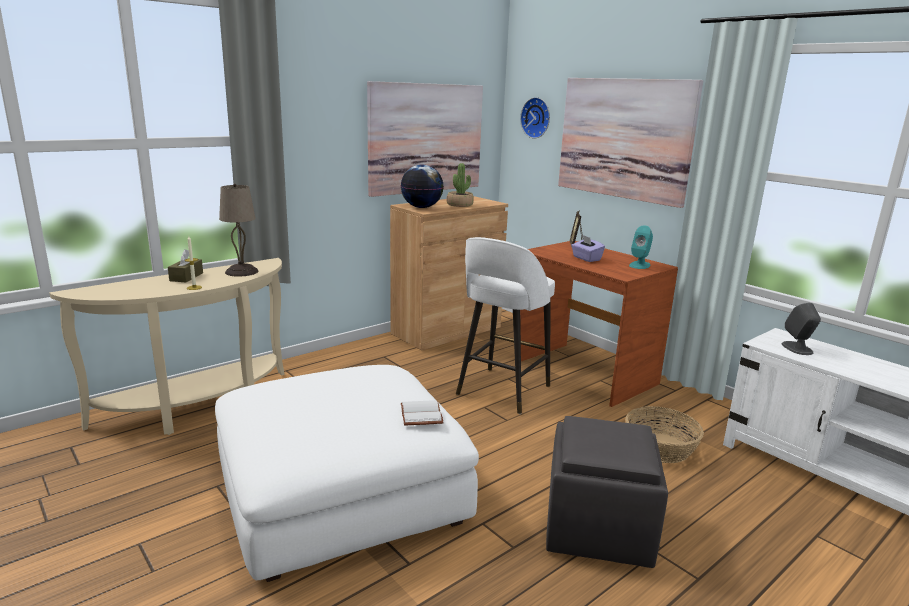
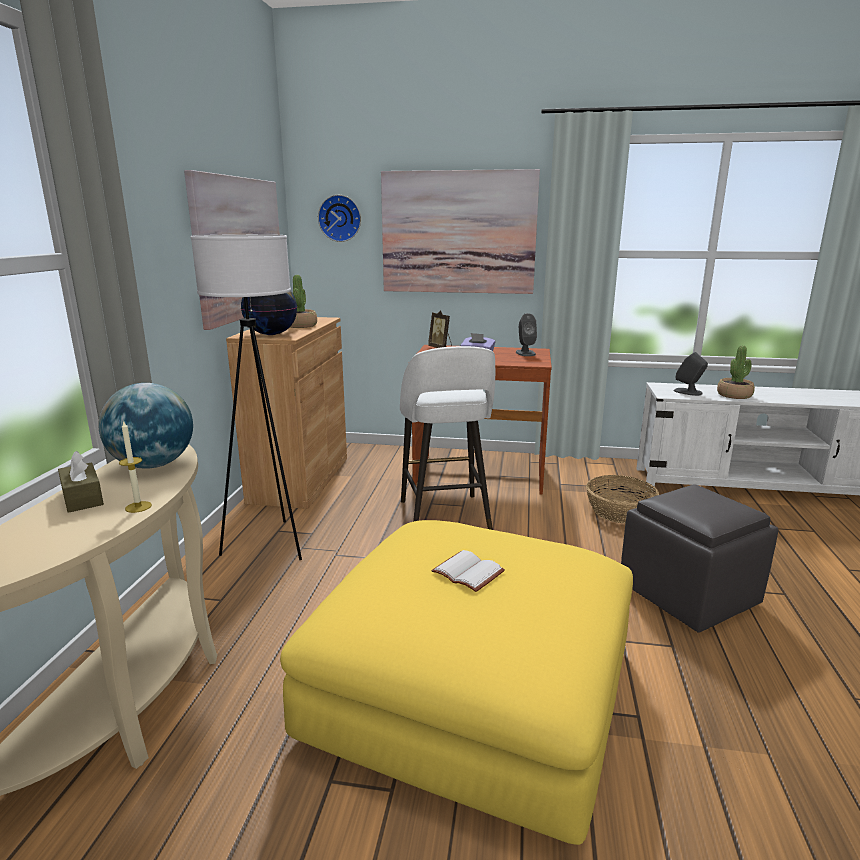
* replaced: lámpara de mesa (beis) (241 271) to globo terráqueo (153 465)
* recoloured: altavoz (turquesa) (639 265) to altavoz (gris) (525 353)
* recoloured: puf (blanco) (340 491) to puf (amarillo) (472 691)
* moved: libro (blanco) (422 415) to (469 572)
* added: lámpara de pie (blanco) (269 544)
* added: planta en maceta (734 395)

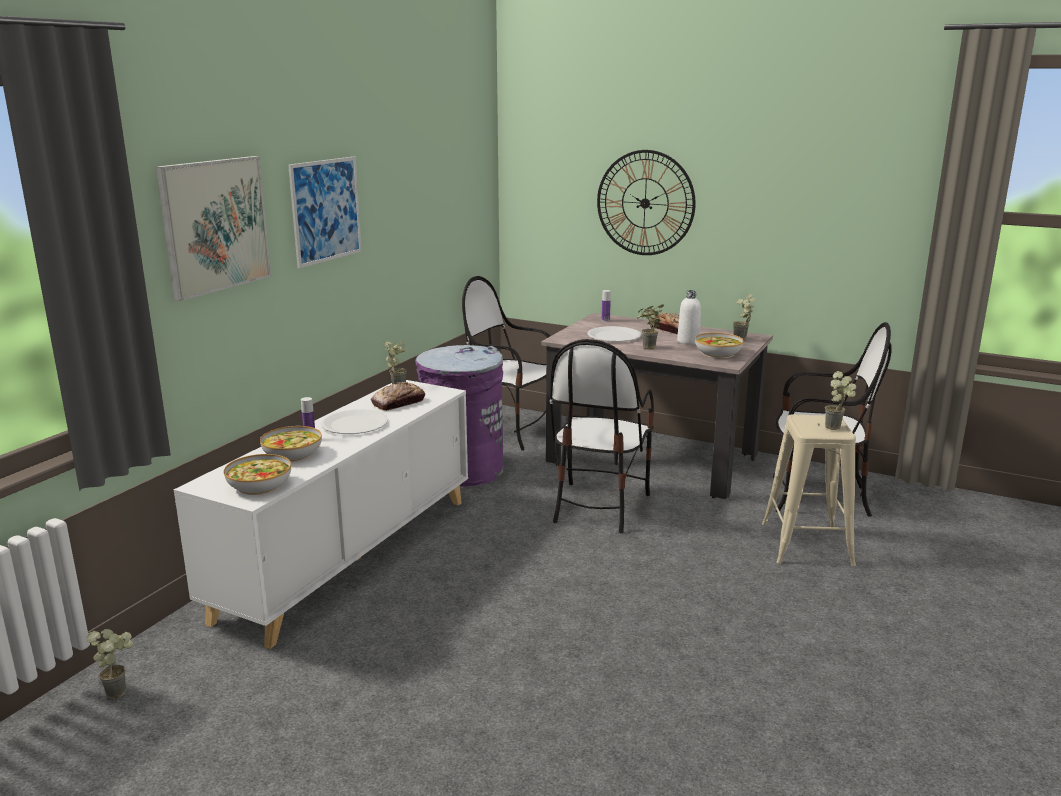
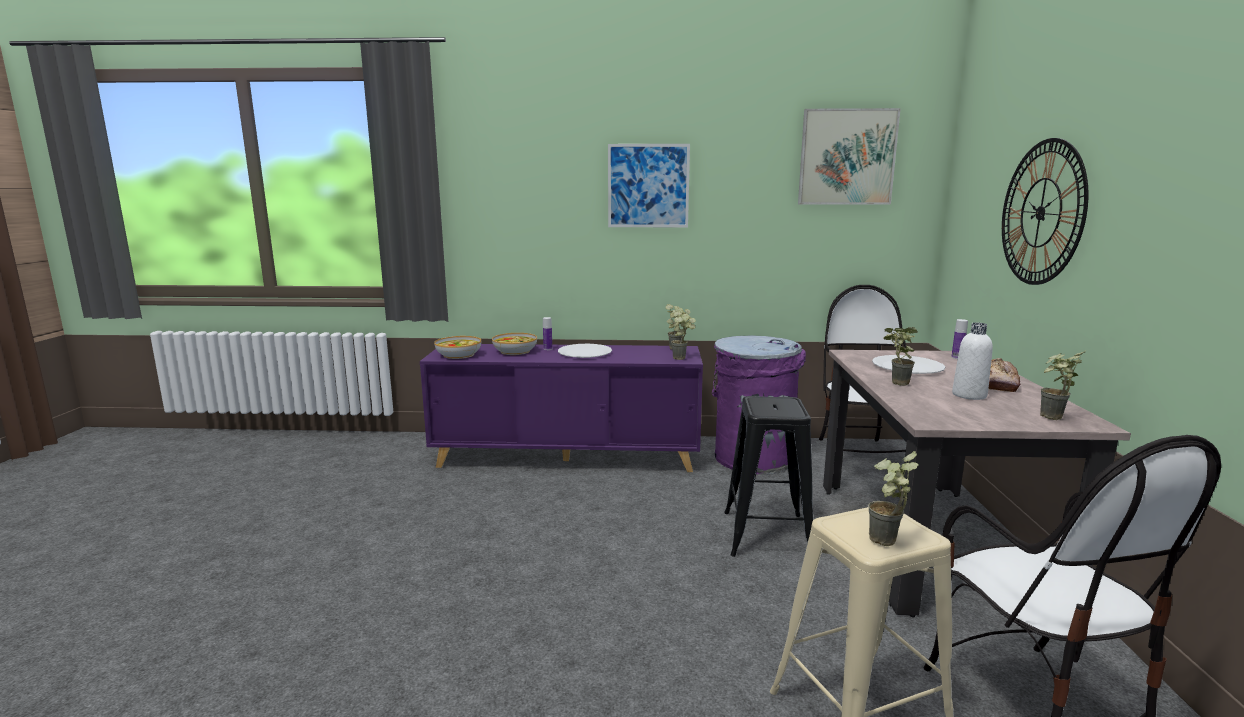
* moved: cuadro (215 225) to (847 157)
* removed: cuenco (717 353)
* replaced: silla (598 506) to taburete (negro) (767 534)
* recoloured: armario (blanco) (349 556) to armario (morado) (568 457)
* removed: pan (398 403)
* moved: planta en maceta (120 690) to (683 358)

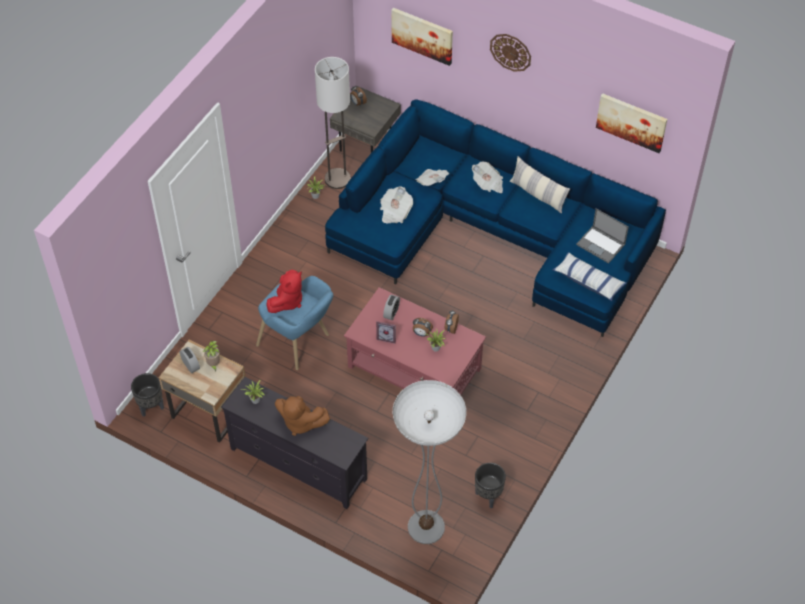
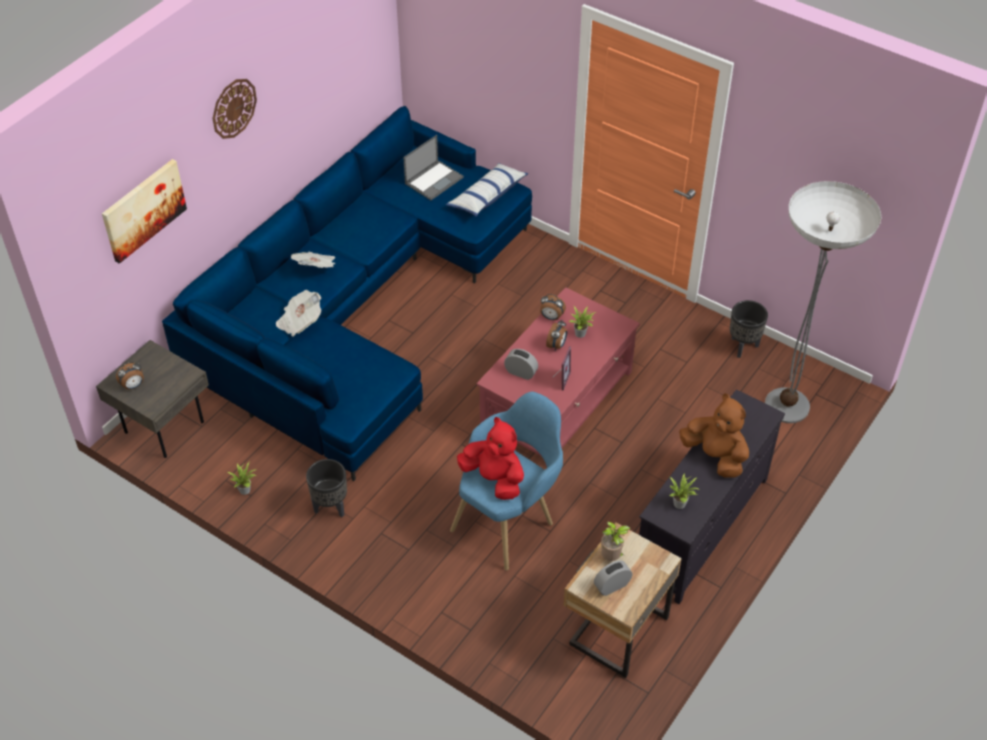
* removed: lámpara de pie (337 179)
* removed: cuadro (631 122)
* removed: cojín (538 194)
* removed: periódico (395 212)
* moved: maceta (negro) (151 407) to (330 507)
* turned: peluche (marrón) (300 422) = (715 456) 75 degrees counterclockwise

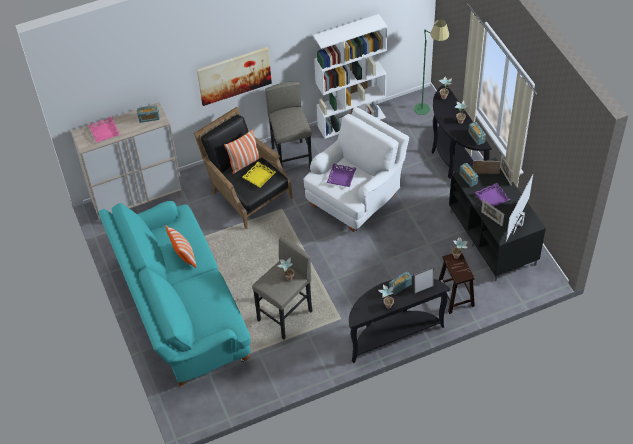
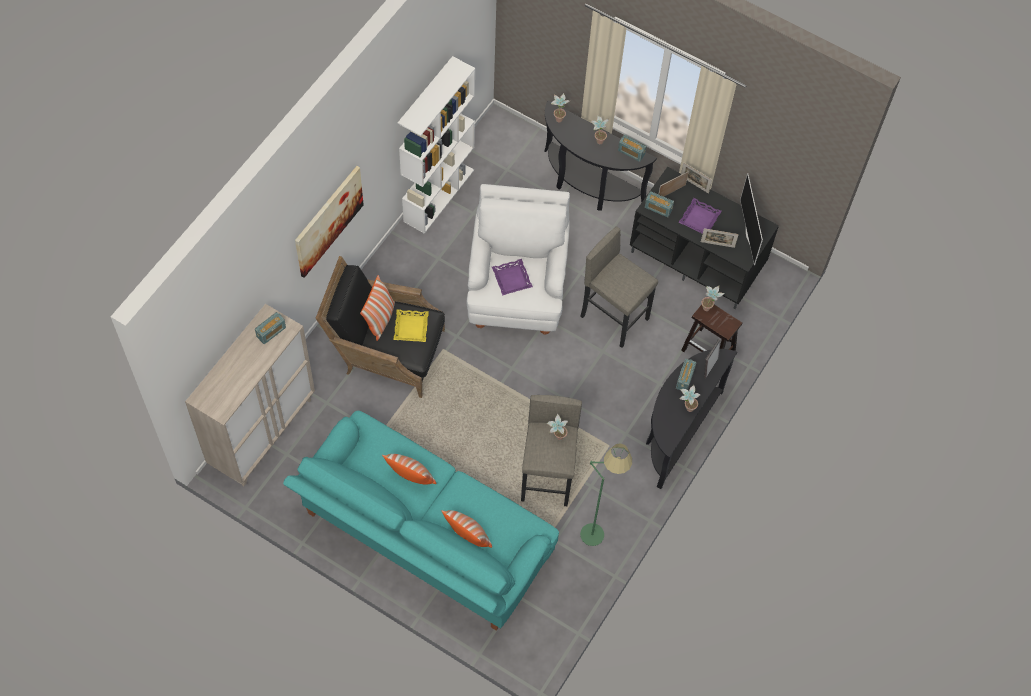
* moved: lámpara de pie (verde) (429 107) to (598 526)
* moved: taburete (gris) (292 158) to (614 317)
* removed: bandeja (rosa) (105 131)
* added: cojín (468 536)

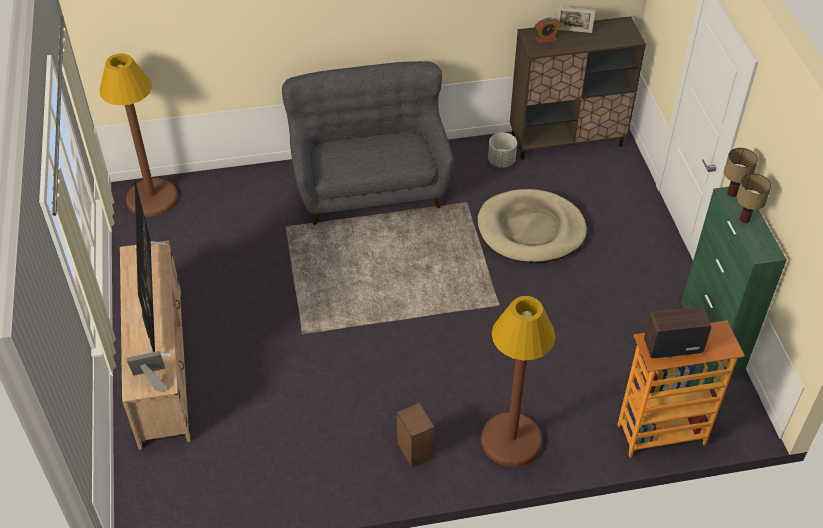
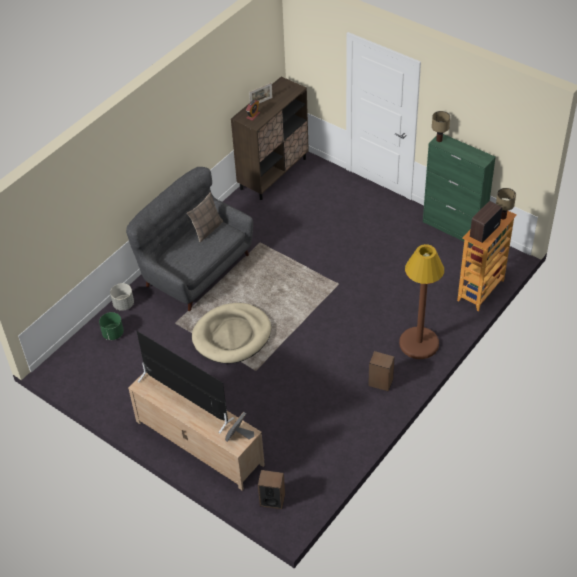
* removed: lámpara de pie (marrón) (152 198)
* moved: maceta (gris) (501 161) to (123 304)
* moved: lámpara de mesa (745 219) to (503 217)
* moved: cama para perro (beis) (531 230) to (232 335)
* added: cojín (207 229)
* added: maceta (verde) (113 333)
* added: altavoz (272 500)

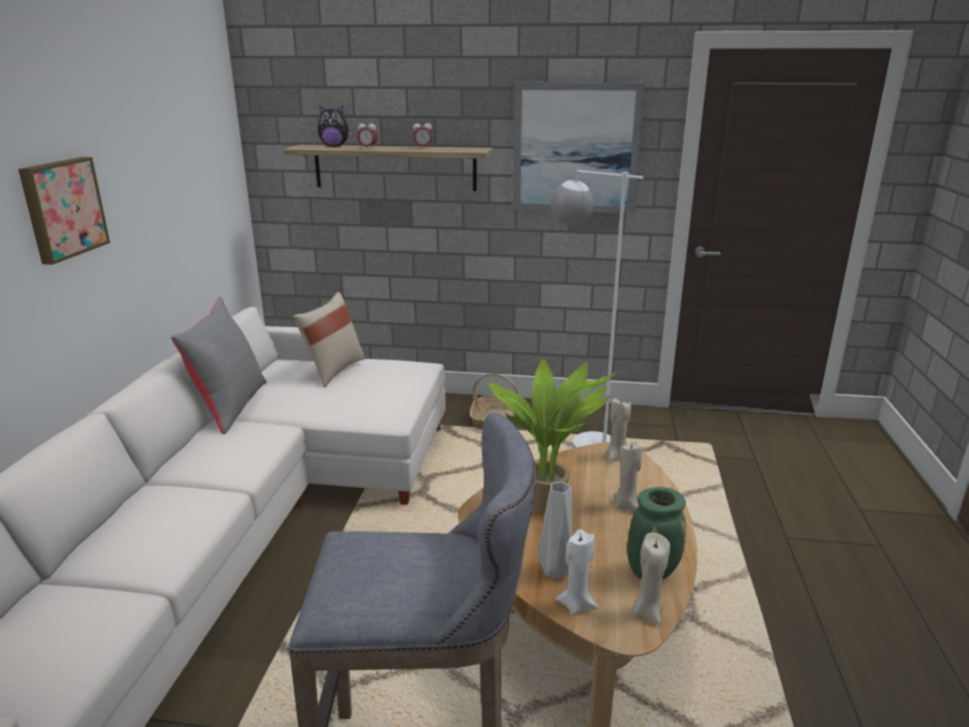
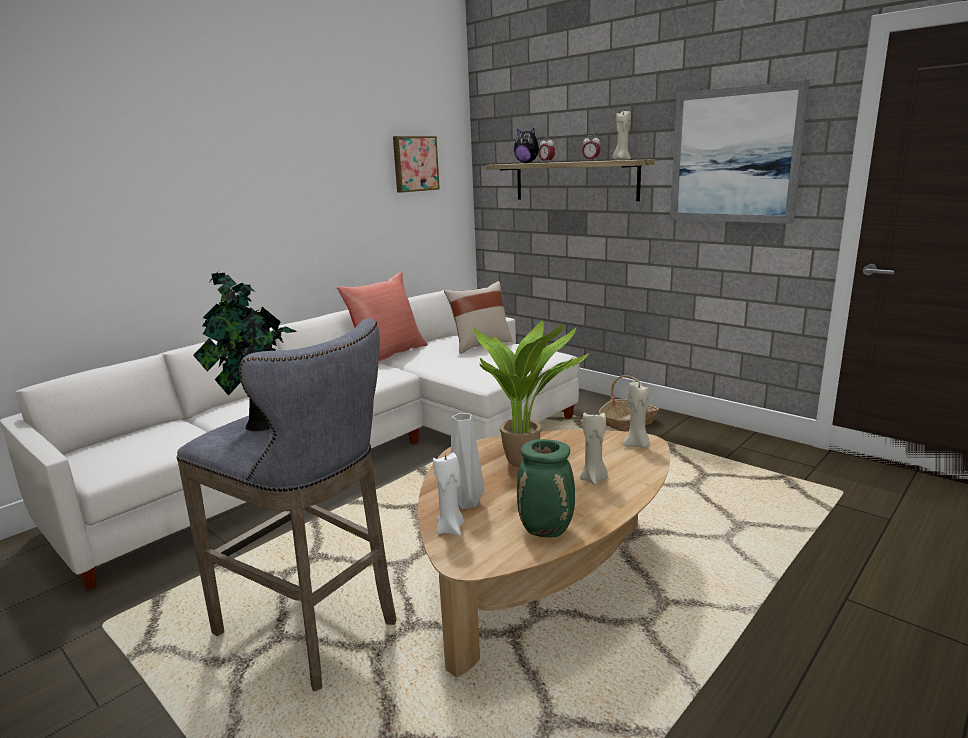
* moved: cuadro (62 208) to (414 164)
* removed: lámpara de pie (blanco) (580 441)
* recoloured: cojín (gris) (230 406) to cojín (rojo) (387 354)
* moved: vela (beis) (646 612) to (621 160)
* added: planta en maceta (258 425)

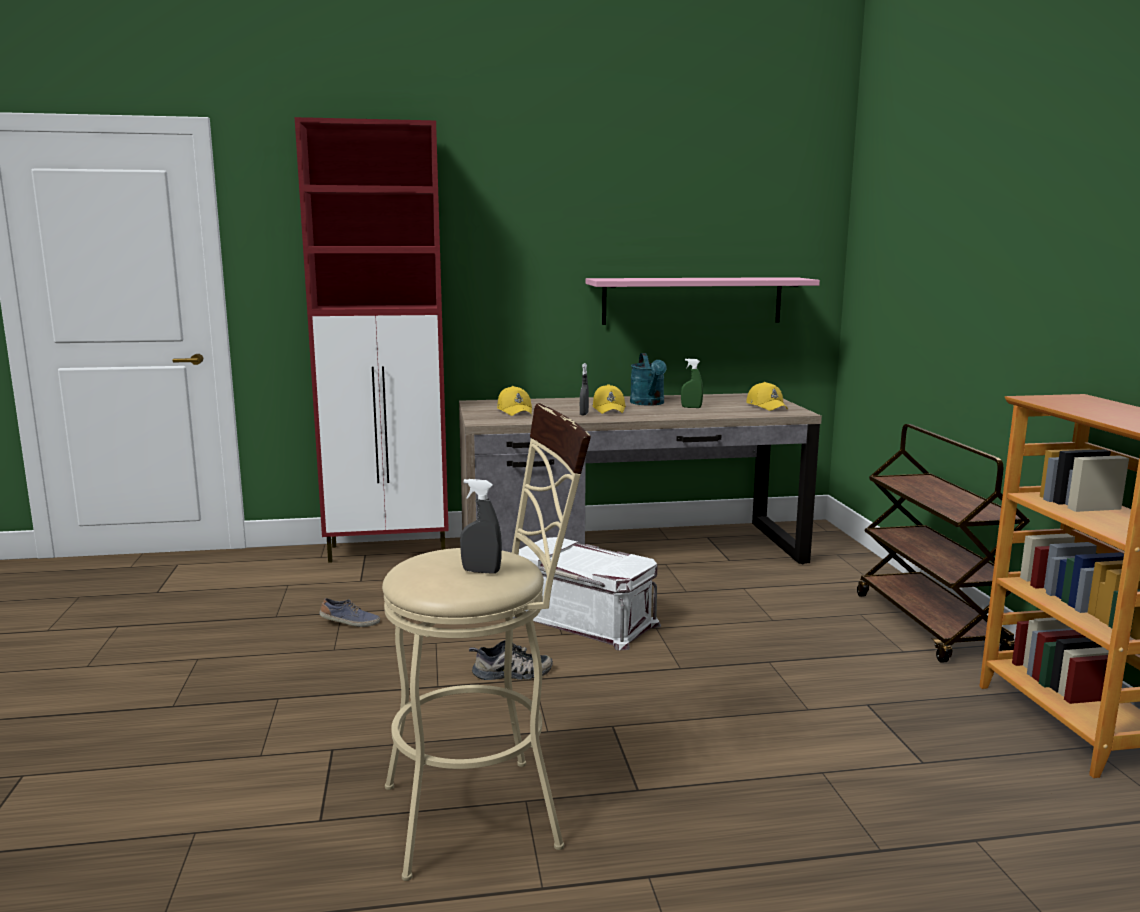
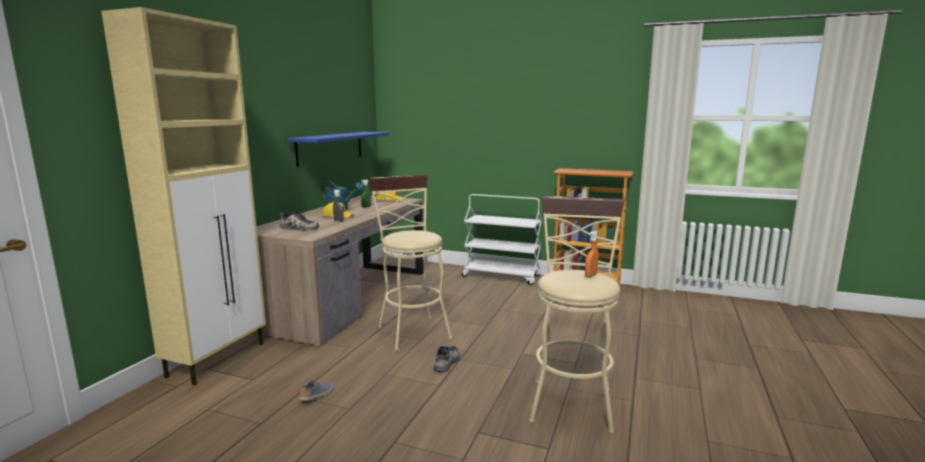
* recoloured: armario (rojo) (390 551) to armario (beis) (218 359)
* recoloured: estante (rosa) (692 300) to estante (azul) (330 148)
* replaced: gorra (amarillo) (515 411) to zapato (298 228)
* recoloured: carrito (marrón) (930 625) to carrito (blanco) (502 276)
* recoloured: pulverizador (gris) (481 571) to pulverizador (naranja) (591 276)
* replaced: caja de almacenaje (blanco) (585 619) to taburete (beis) (411 330)

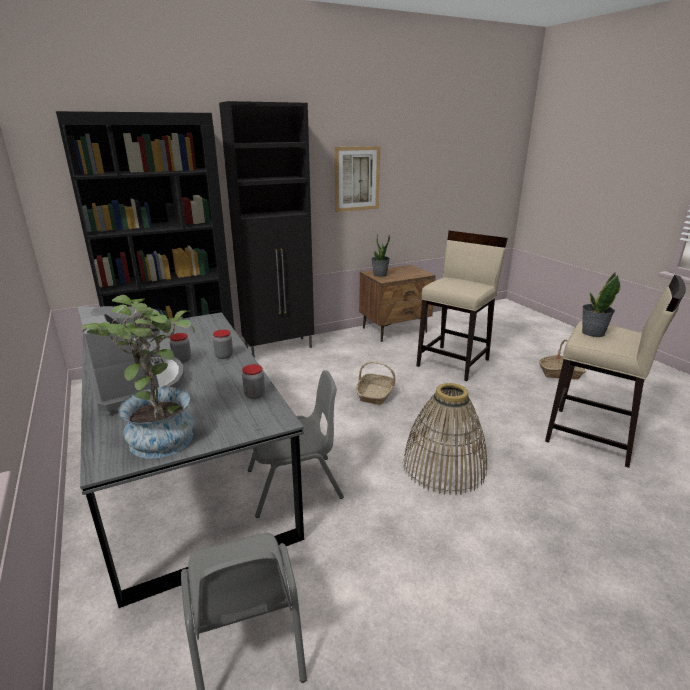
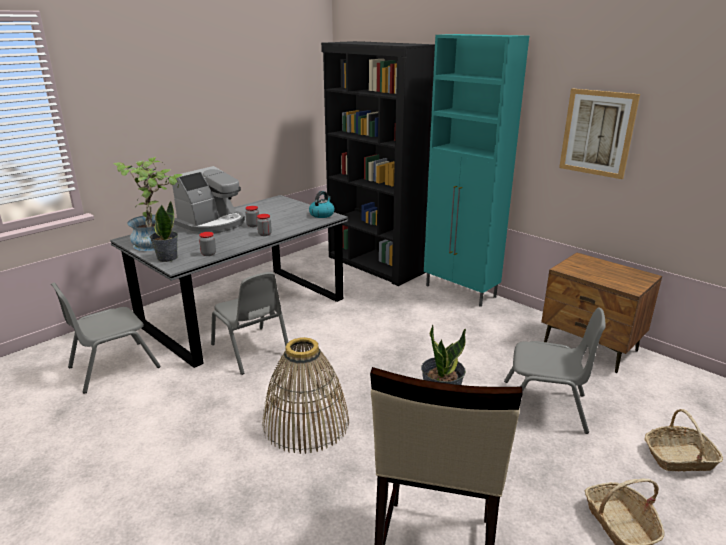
* recoloured: armario (negro) (280 348) to armario (turquesa) (461 291)
* replaced: taburete (beis) (454 362) to silla (gris) (544 407)
* moved: planta en maceta (380 275) to (167 258)
* moved: cesta (375 394) to (679 458)
* added: hervidor (322 214)

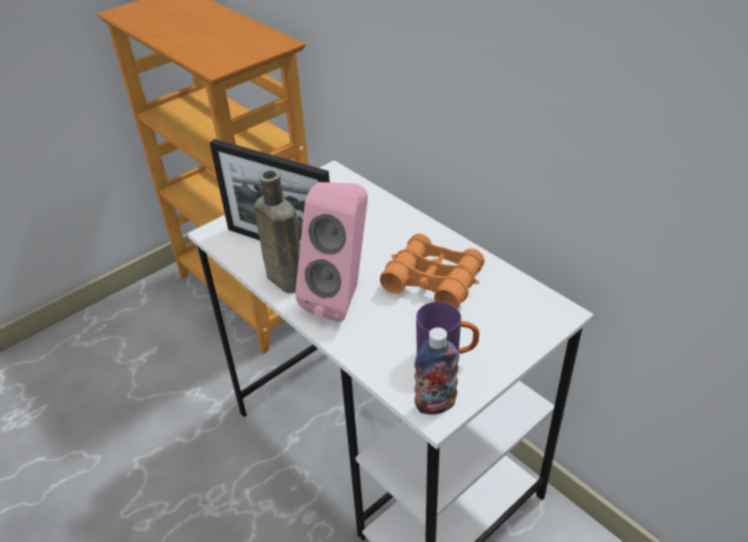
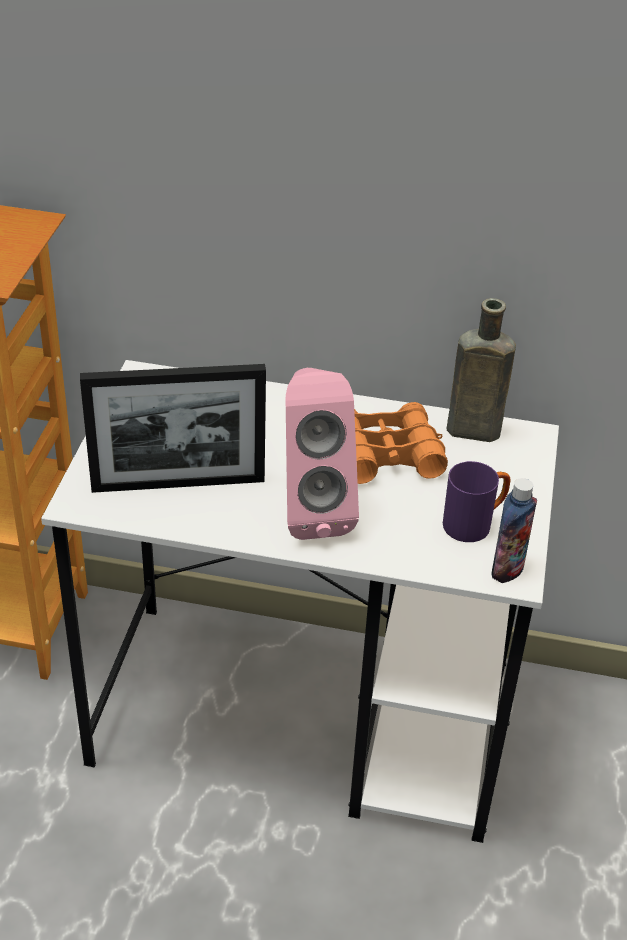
* moved: botella (marrón) (284 278) to (469 430)

